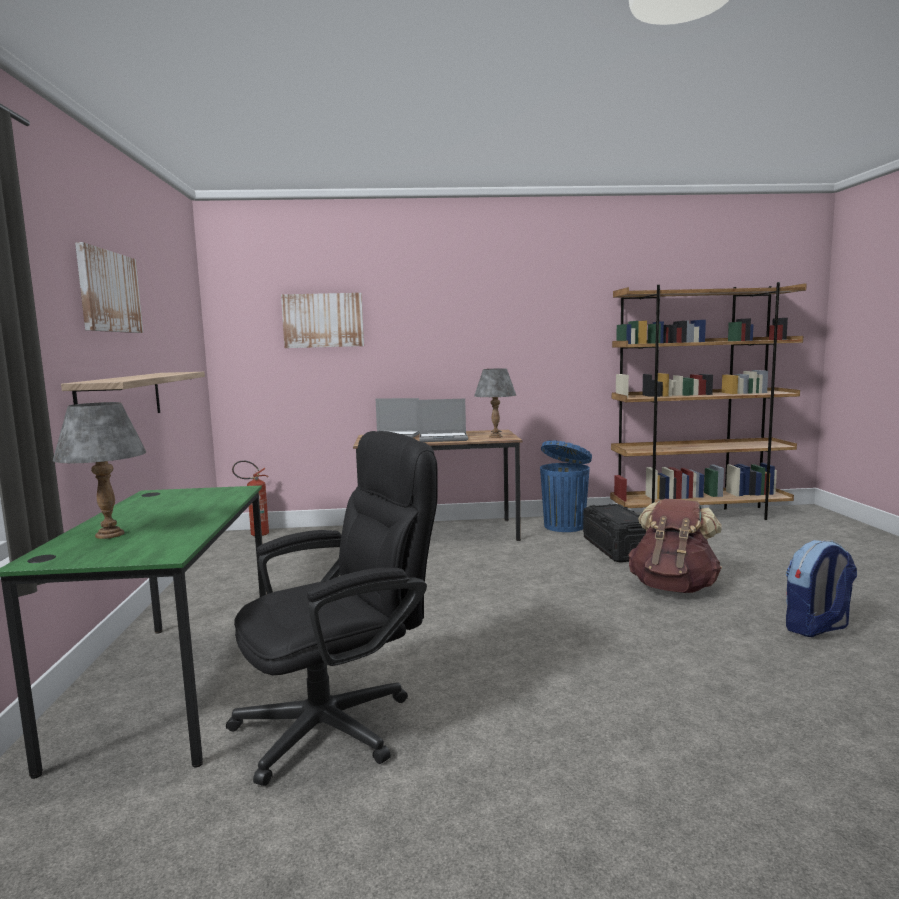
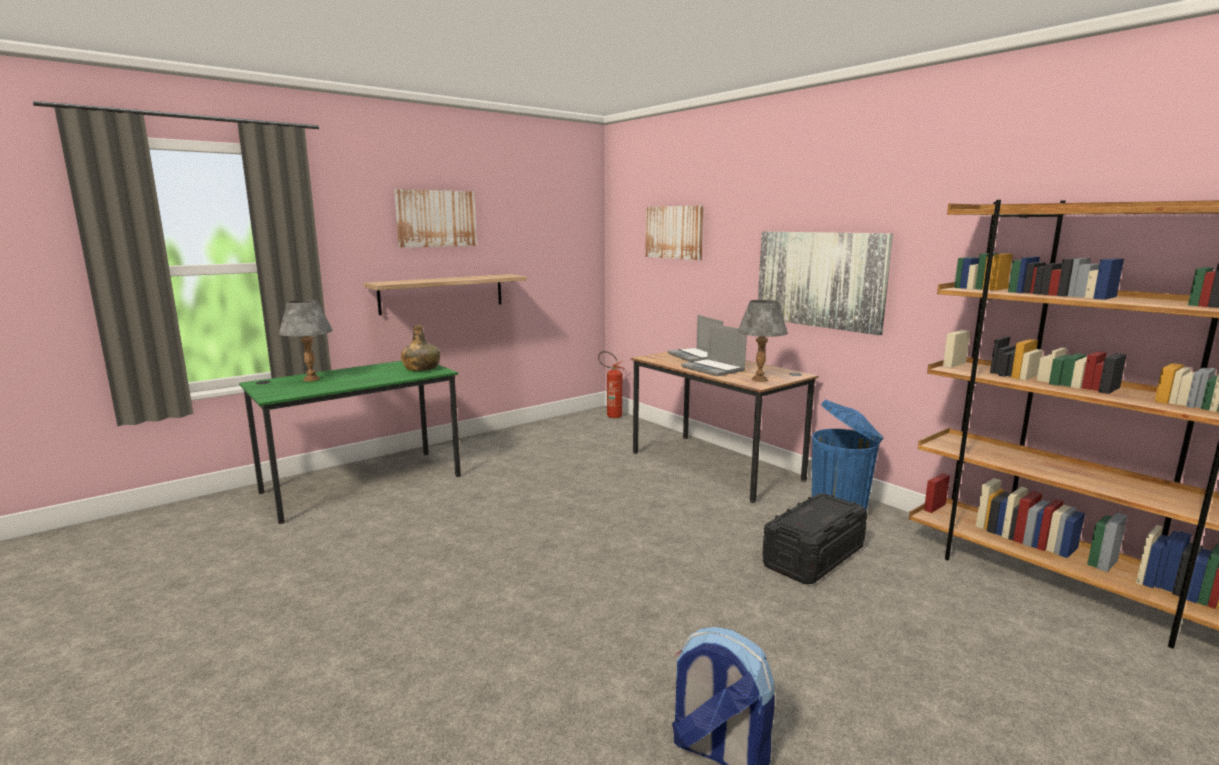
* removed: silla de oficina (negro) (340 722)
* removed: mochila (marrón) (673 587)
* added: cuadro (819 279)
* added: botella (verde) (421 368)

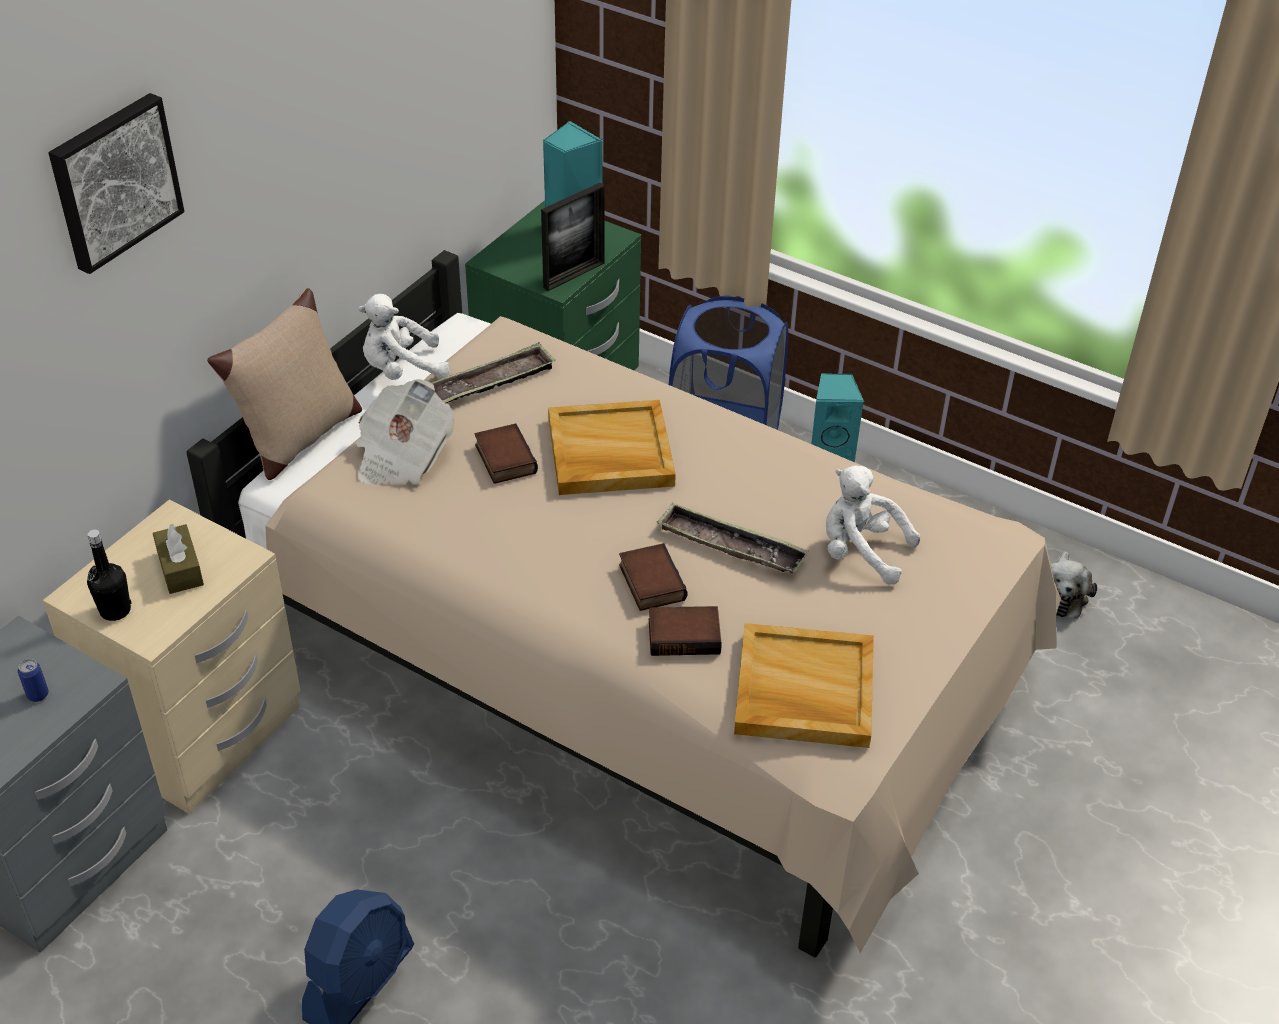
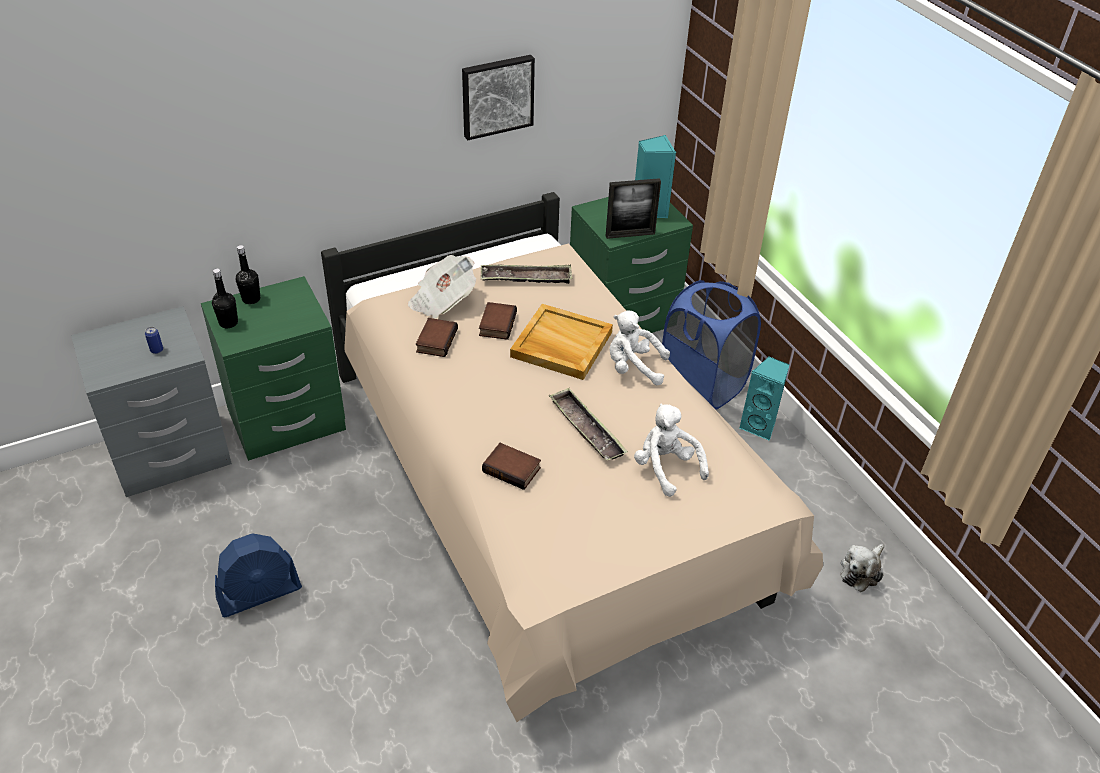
* moved: cuadro (113 181) to (497 95)
* removed: cojín (beis) (298 438)
* moved: peluche (blanco) (401 370) to (633 367)
* recoloured: mesita de noche (beis) (201 733) to mesita de noche (verde) (287 421)
* removed: caja de pañuelos (marrón) (180 568)
* moved: libro (649 582) to (435 340)
* removed: bandeja (beis) (803 690)
* added: botella (negro) (251 299)

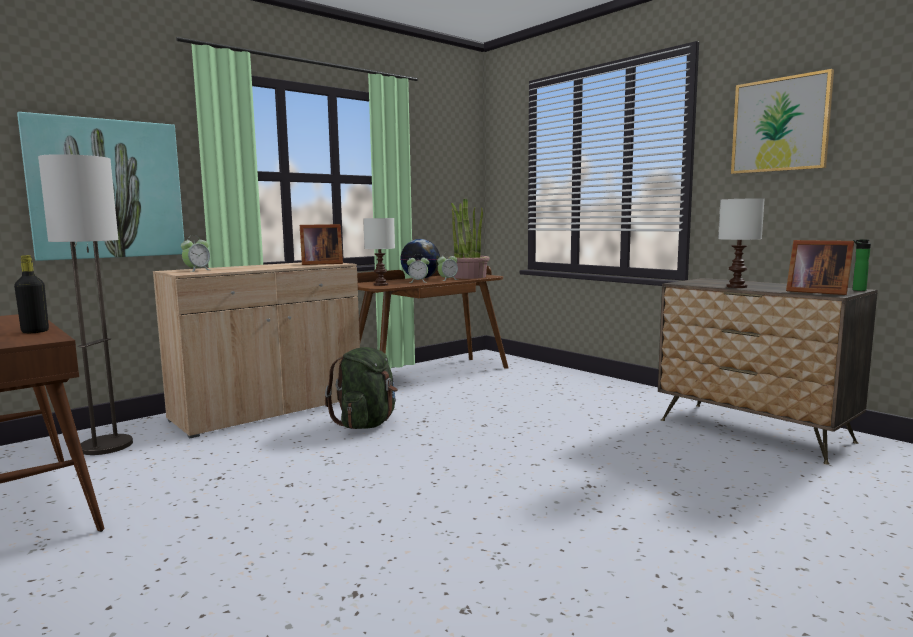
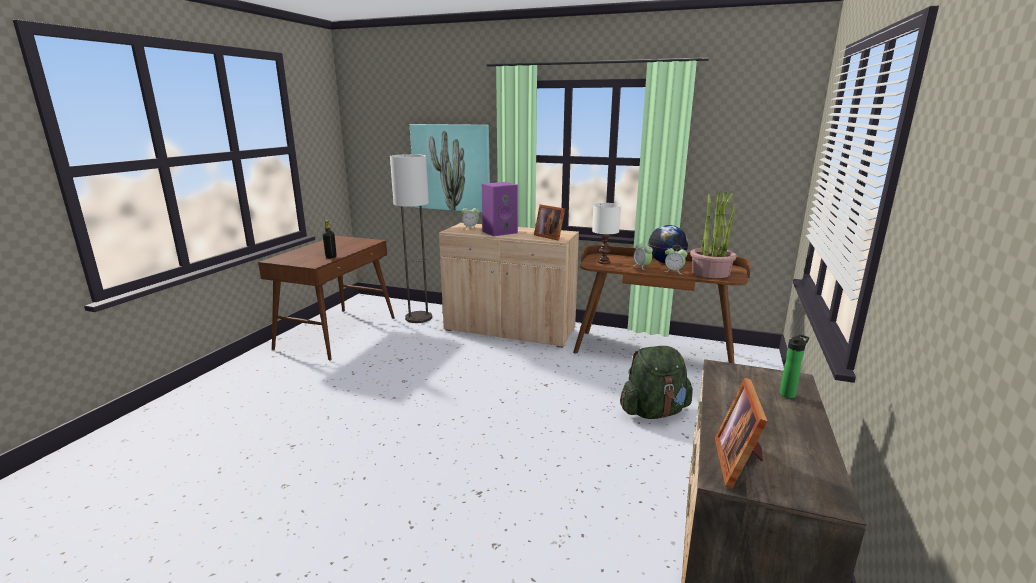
* removed: cuadro (780 125)
* removed: lámpara de mesa (blanco) (736 287)
* moved: botella (857 290) to (788 394)
* moved: mochila (verde) (366 424) to (654 412)
* added: altavoz (morado) (500 232)

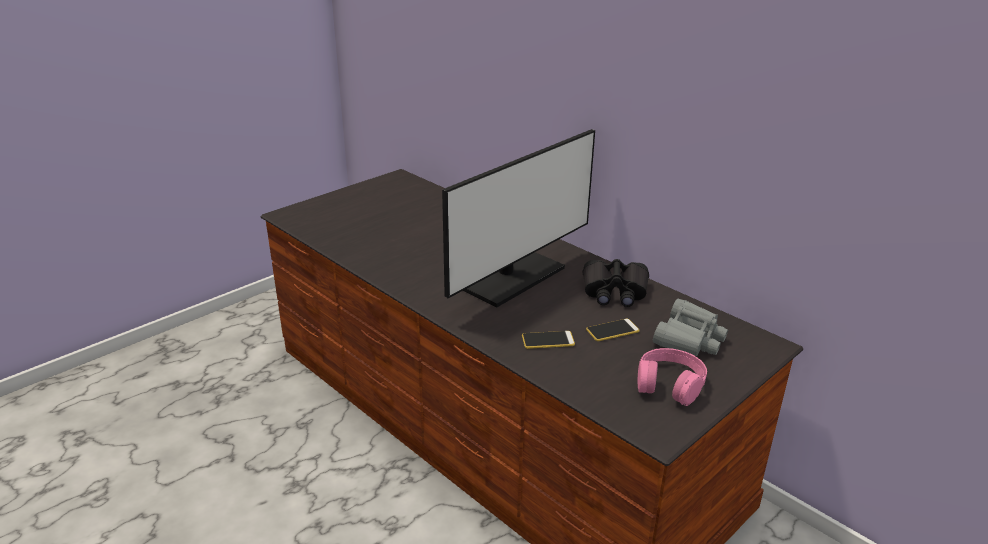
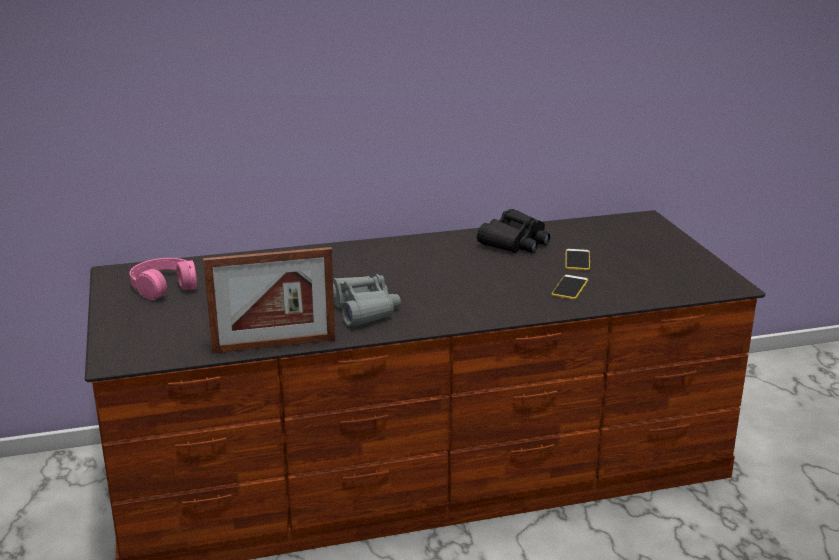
* removed: monitor (513 278)
* moved: prismáticos (gris) (689 338) to (361 310)
* moved: auriculares (rosa) (669 384) to (164 286)
* added: portarretratos (274 345)

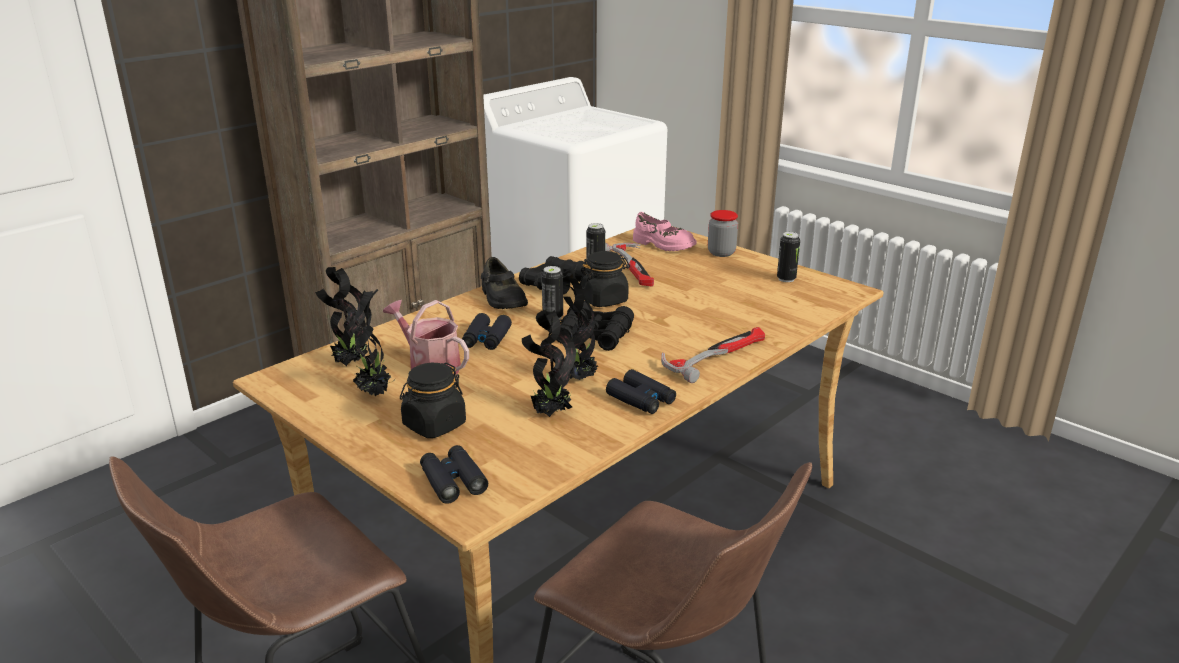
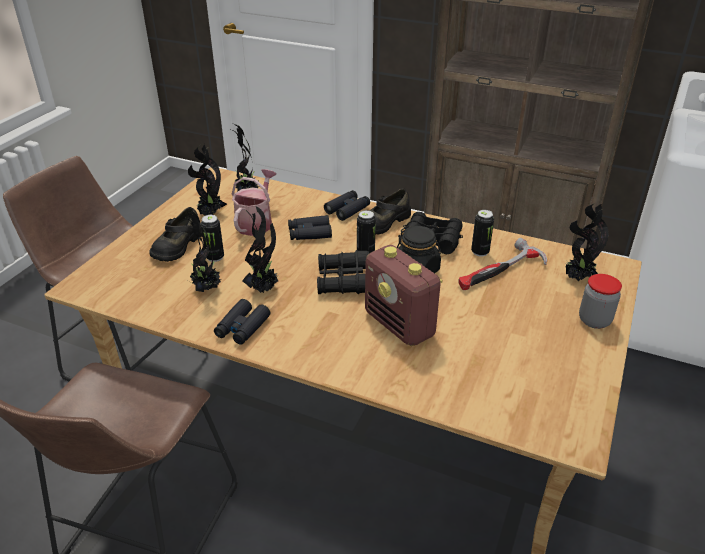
* replaced: zapato (rosa) (663 244) to planta en maceta (577 278)
* moved: lata (786 279) to (215 257)
* removed: martillo (716 355)
* replaced: tarro (negro) (434 425) to zapato (negro) (177 246)
* moved: prismáticos (negro) (453 481) to (347 209)
* added: radio (400 325)

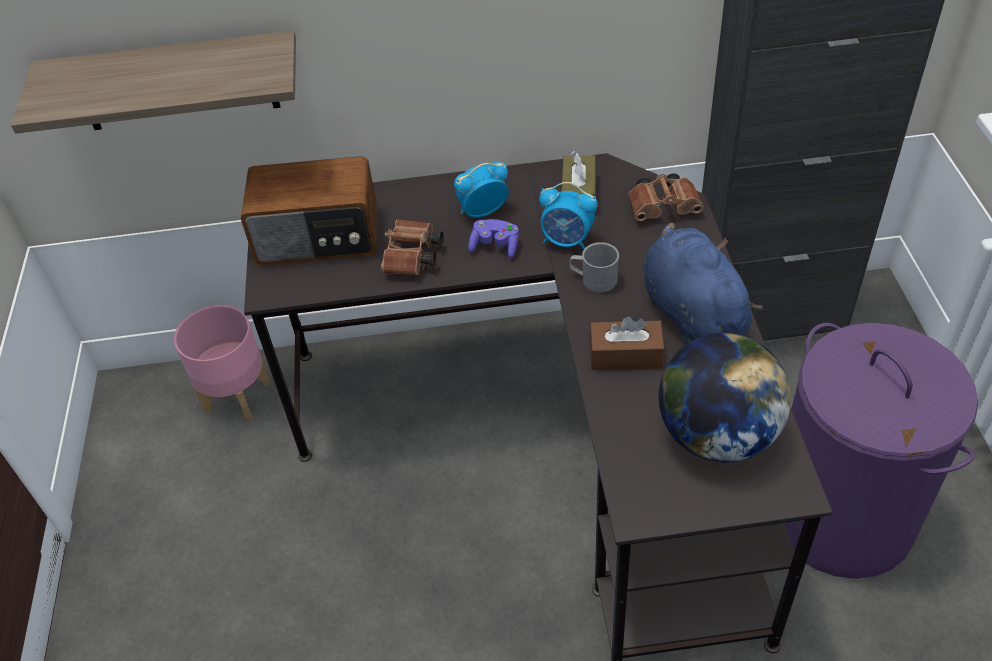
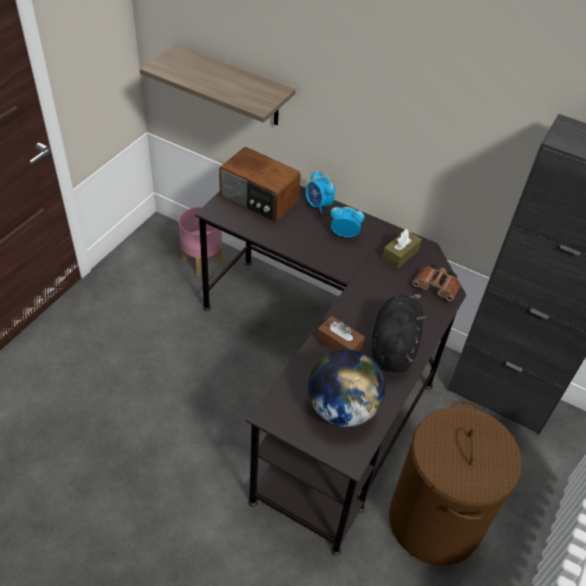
* moved: despertador (567 241) to (318 205)
* removed: prismáticos (marrón) (412 259)
* removed: mando de consola (morado) (495 246)
* recoloured: peluche (azul) (691 311) to peluche (negro) (394 345)
* removed: taza grande (gris) (593 279)
* recoloured: cesto de la ropa (morado) (841 516) to cesto de la ropa (marrón) (435 520)

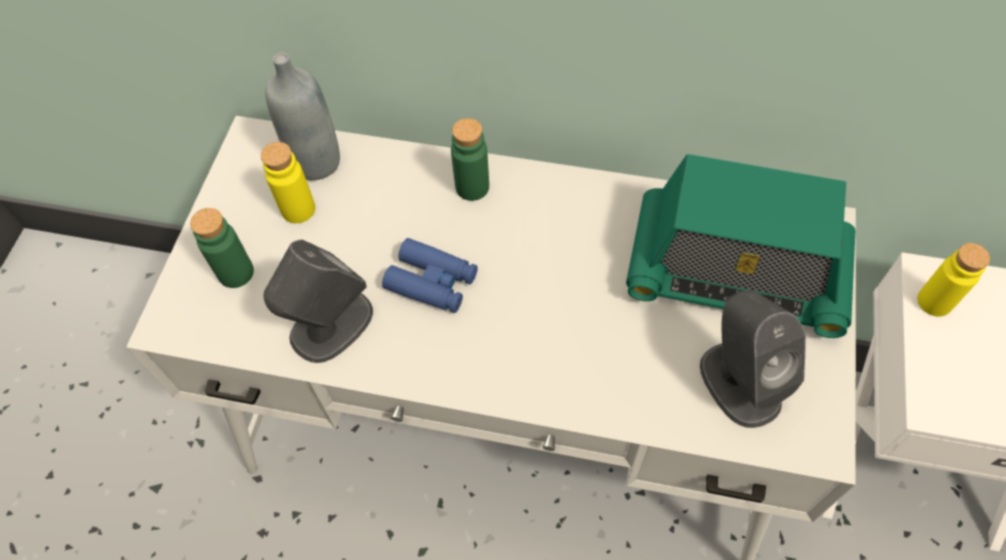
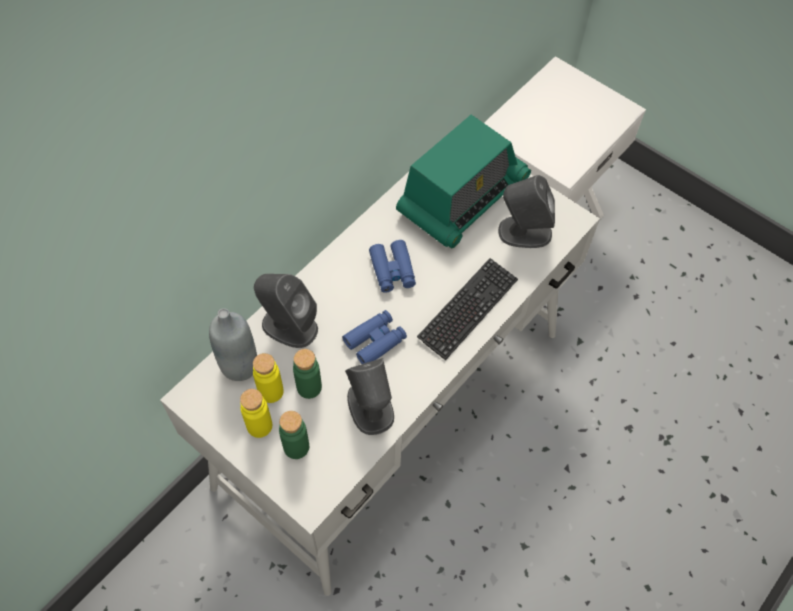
* moved: botella (verde) (472 187) to (309 387)
* moved: botella (amarillo) (934 301) to (259 425)
* added: prismáticos (azul) (392 270)
* added: teclado (468 309)
* added: altavoz (gris) (289 326)

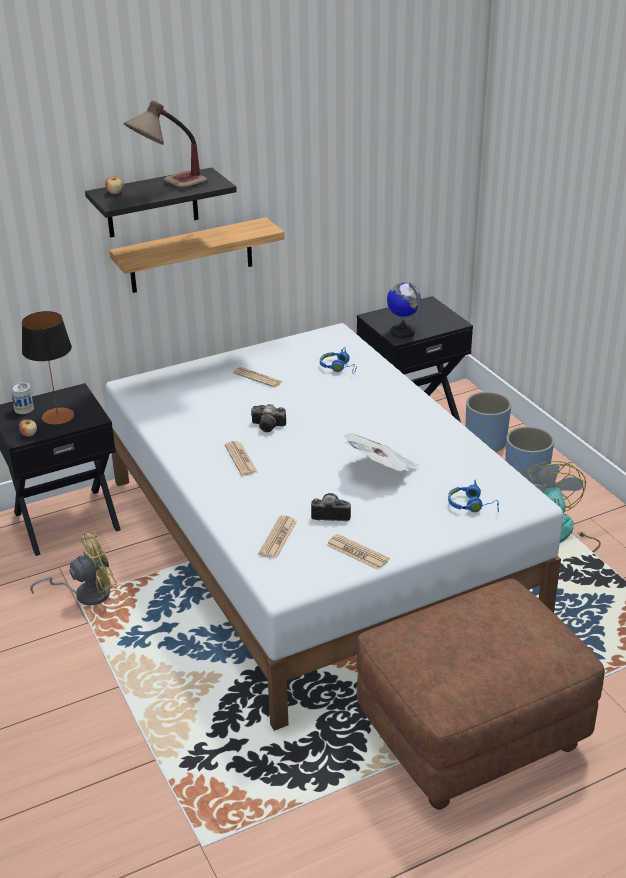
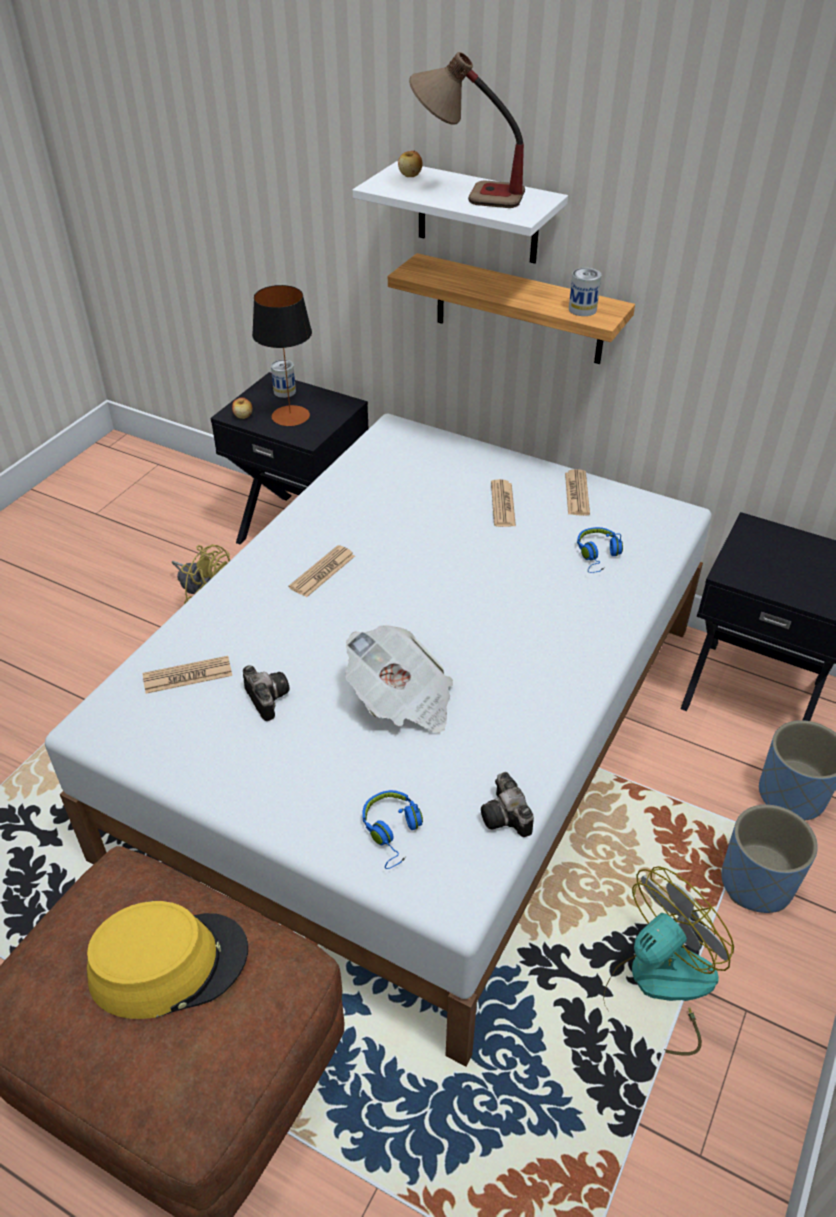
* recoloured: estante (negro) (152 203) to estante (blanco) (478 214)
* removed: globo terráqueo (402 332)
* moved: cámara (269 426) to (507 818)
* moved: periódico (357 552) to (577 493)
* added: lata (582 309)
* added: sombrero (amarillo) (169 964)

